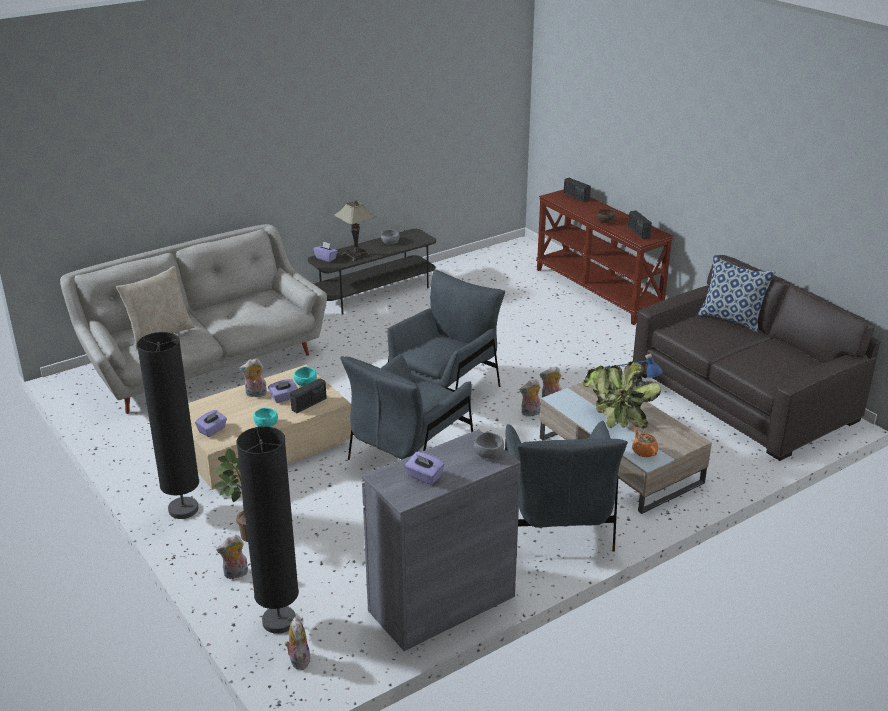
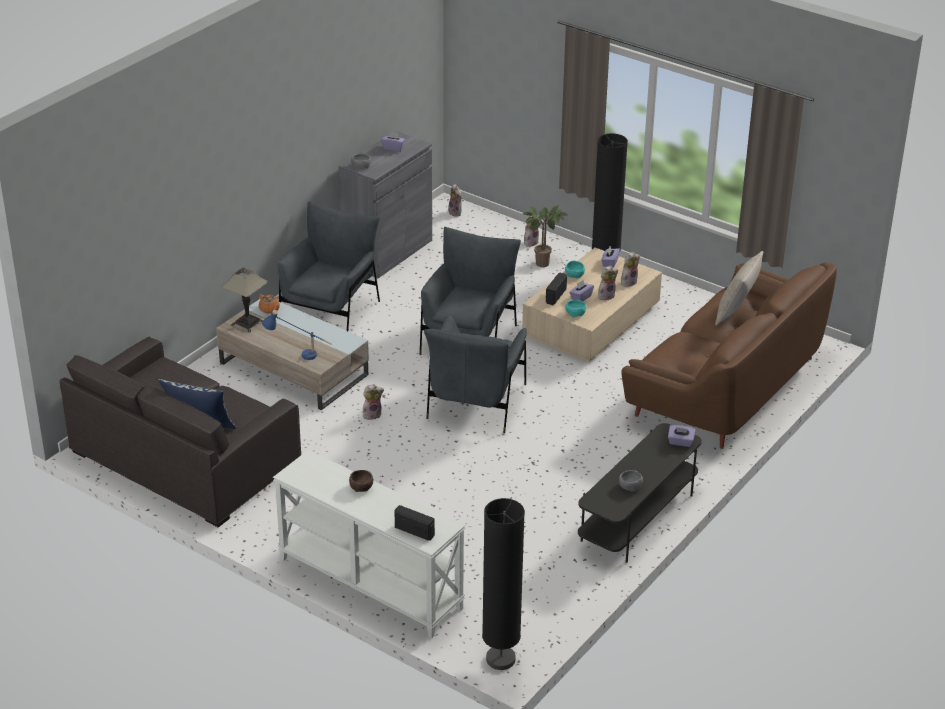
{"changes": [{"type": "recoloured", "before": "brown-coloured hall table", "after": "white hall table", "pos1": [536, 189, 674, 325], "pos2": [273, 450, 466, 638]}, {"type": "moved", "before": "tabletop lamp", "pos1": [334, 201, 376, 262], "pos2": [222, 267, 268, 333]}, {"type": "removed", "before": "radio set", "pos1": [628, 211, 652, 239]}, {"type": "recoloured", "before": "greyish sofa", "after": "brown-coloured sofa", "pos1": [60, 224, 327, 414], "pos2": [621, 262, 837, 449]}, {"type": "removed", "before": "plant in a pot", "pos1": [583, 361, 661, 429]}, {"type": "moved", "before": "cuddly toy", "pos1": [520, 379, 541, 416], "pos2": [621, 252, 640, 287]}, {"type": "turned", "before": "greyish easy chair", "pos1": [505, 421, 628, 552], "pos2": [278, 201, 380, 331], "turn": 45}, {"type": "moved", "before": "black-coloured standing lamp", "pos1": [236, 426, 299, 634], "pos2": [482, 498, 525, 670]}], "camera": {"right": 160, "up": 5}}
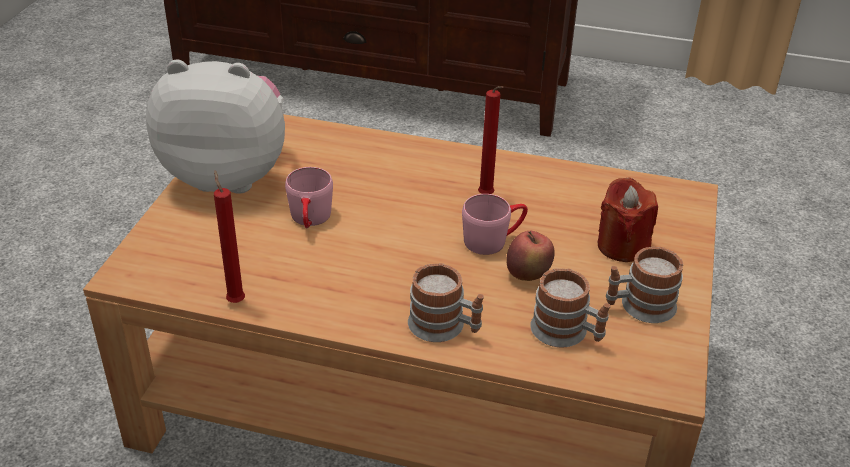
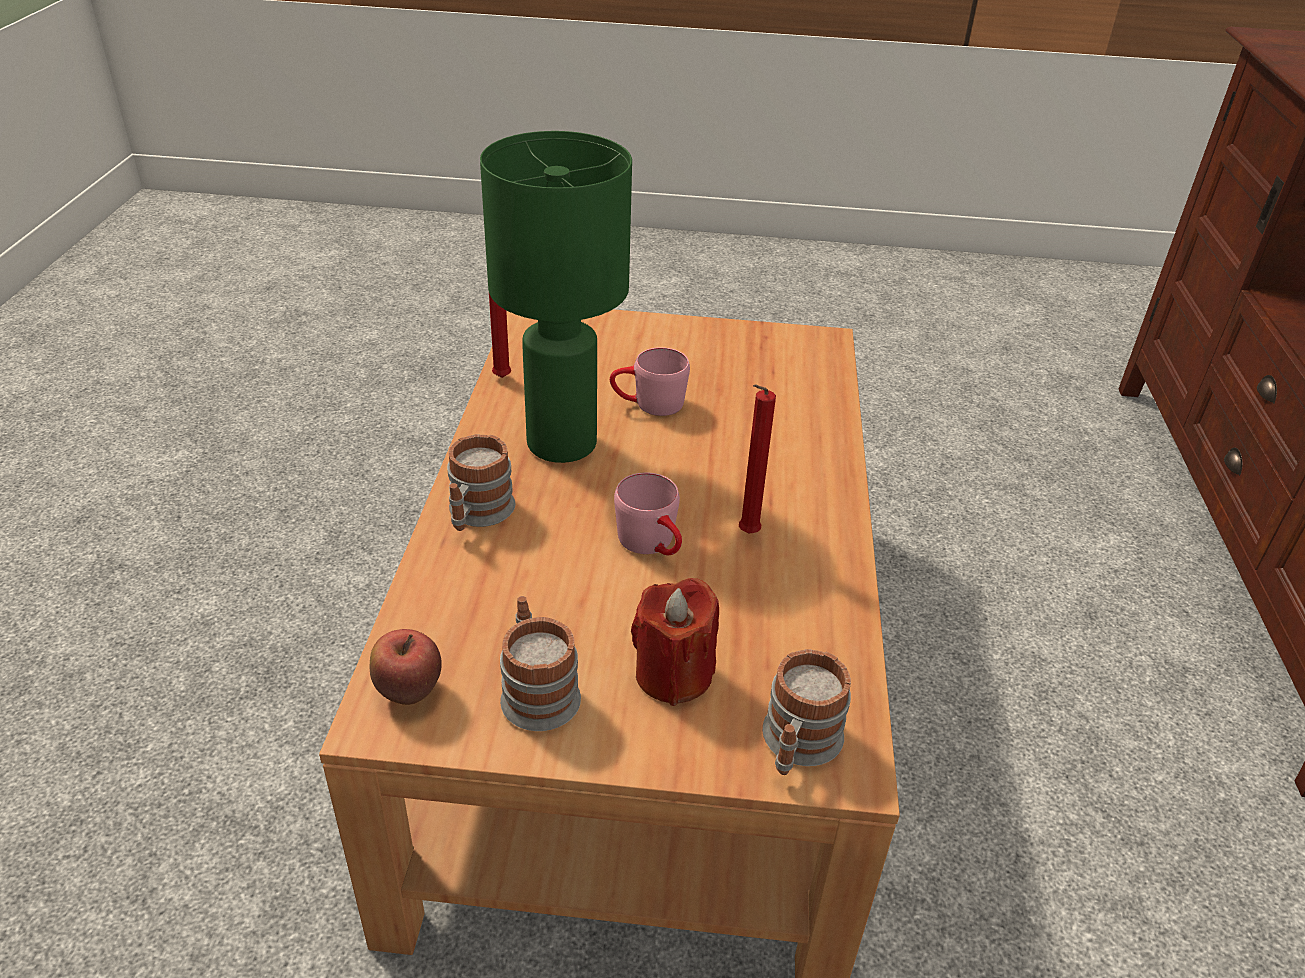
{"changes": [{"type": "removed", "before": "cuddly toy", "pos1": [146, 60, 285, 194]}, {"type": "moved", "before": "apple fruit", "pos1": [506, 231, 555, 281], "pos2": [370, 629, 442, 705]}, {"type": "moved", "before": "tea mug", "pos1": [530, 268, 610, 348], "pos2": [762, 649, 851, 775]}, {"type": "added", "after": "greenish tabletop lamp", "pos2": [480, 131, 632, 463]}], "camera": {"right": 80, "up": 0}}
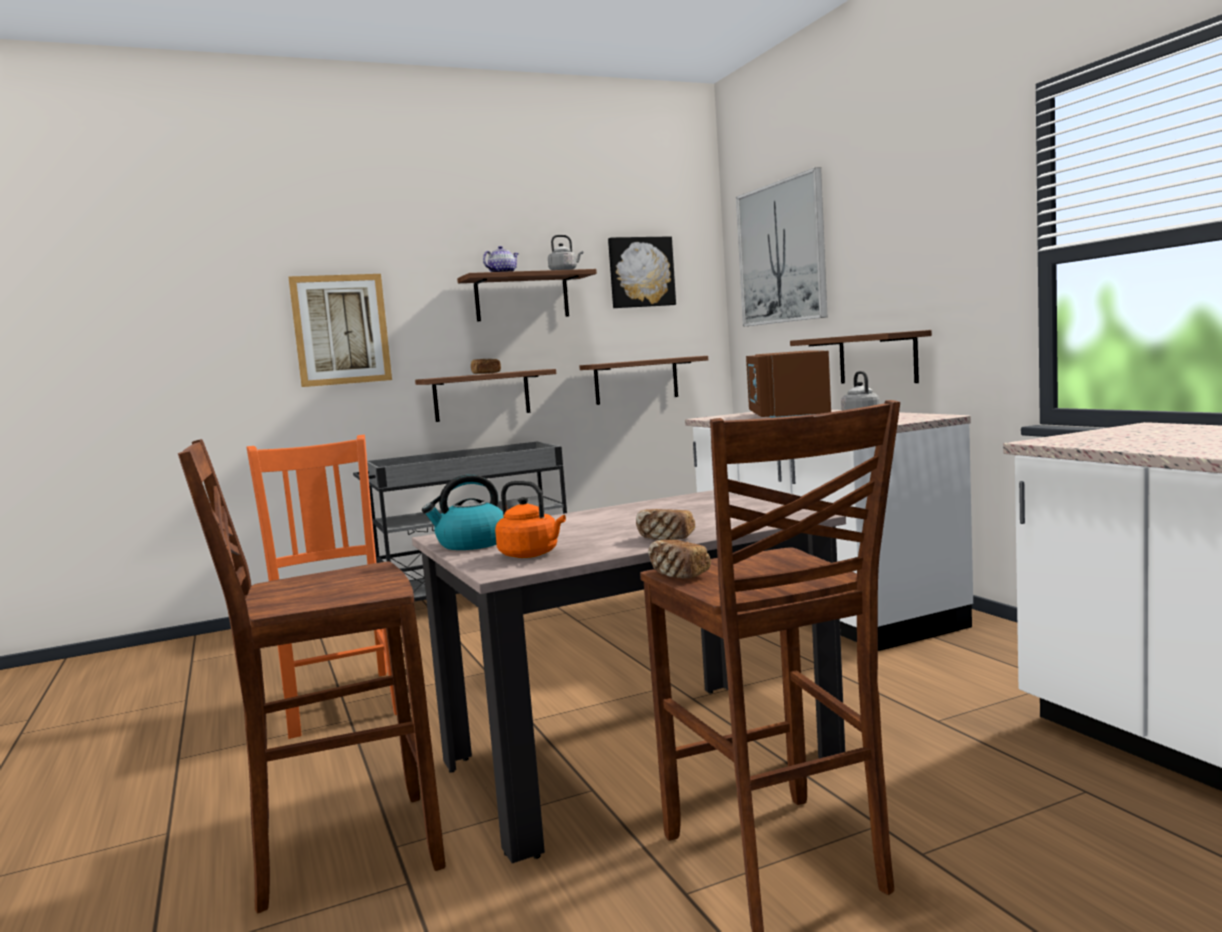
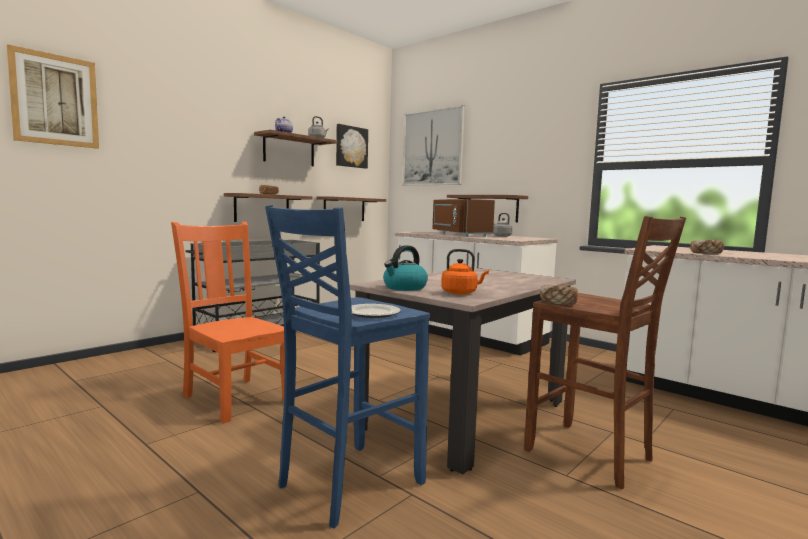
{"changes": [{"type": "moved", "before": "wall art", "pos1": [288, 274, 392, 387], "pos2": [7, 44, 99, 149]}, {"type": "recoloured", "before": "brown-coloured stool", "after": "blue-coloured stool", "pos1": [178, 439, 445, 913], "pos2": [265, 205, 430, 528]}, {"type": "moved", "before": "baked bread", "pos1": [636, 509, 695, 540], "pos2": [690, 240, 724, 254]}, {"type": "added", "after": "flat dish", "pos2": [351, 304, 401, 318]}], "camera": {"right": -25, "up": 0}}
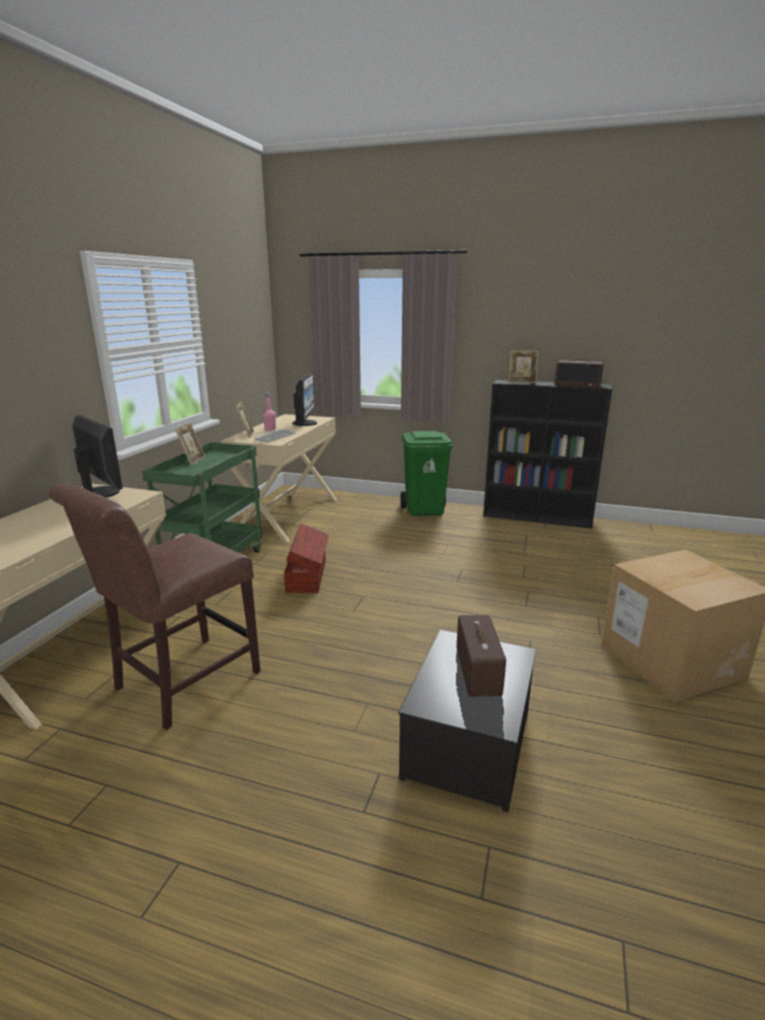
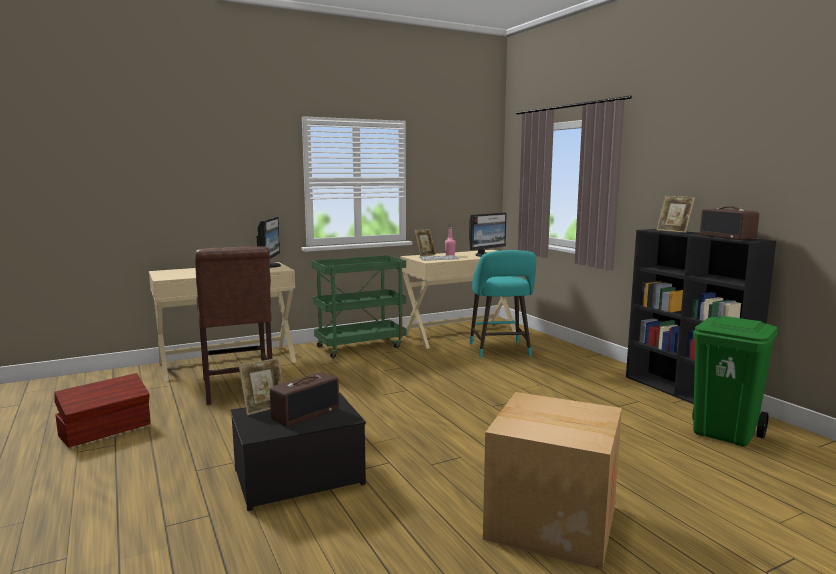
{"changes": [{"type": "moved", "before": "standing frame", "pos1": [175, 422, 205, 466], "pos2": [239, 358, 283, 415]}, {"type": "moved", "before": "greenish rubbish bin", "pos1": [401, 431, 452, 516], "pos2": [692, 316, 778, 447]}, {"type": "turned", "before": "brown-coloured chair", "pos1": [49, 484, 261, 730], "pos2": [195, 246, 272, 405], "turn": -105}, {"type": "moved", "before": "brown-coloured storage bin", "pos1": [284, 524, 329, 593], "pos2": [54, 373, 151, 448]}, {"type": "added", "after": "blue-green stool", "pos2": [470, 250, 536, 358]}], "camera": {"right": 45, "up": -10}}
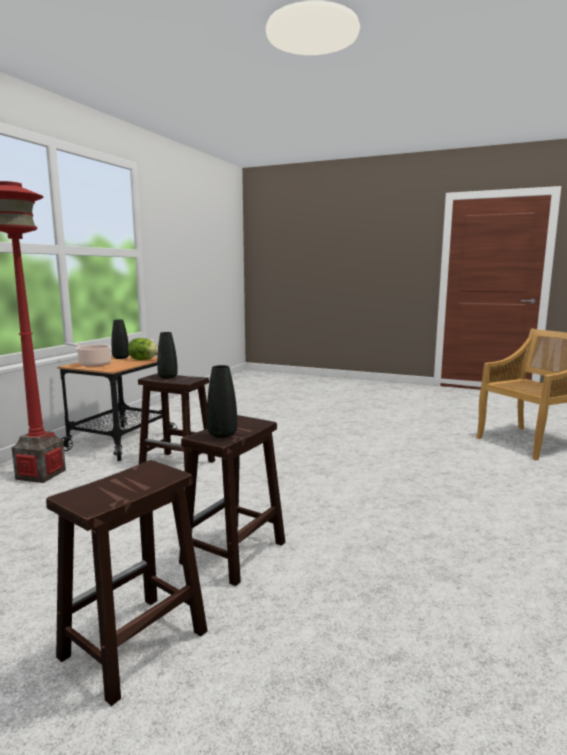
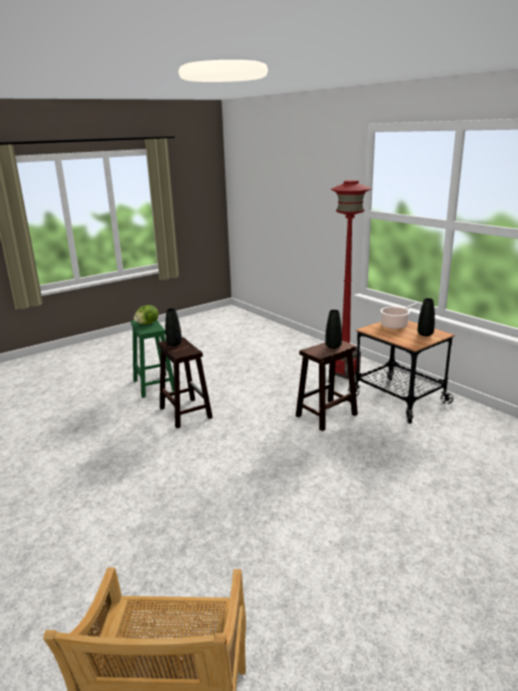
{"changes": [{"type": "moved", "before": "lettuce", "pos1": [128, 338, 158, 360], "pos2": [134, 305, 158, 324]}, {"type": "recoloured", "before": "brown-coloured stool", "after": "greenish stool", "pos1": [46, 460, 208, 706], "pos2": [131, 320, 174, 398]}], "camera": {"right": 120, "up": 10}}
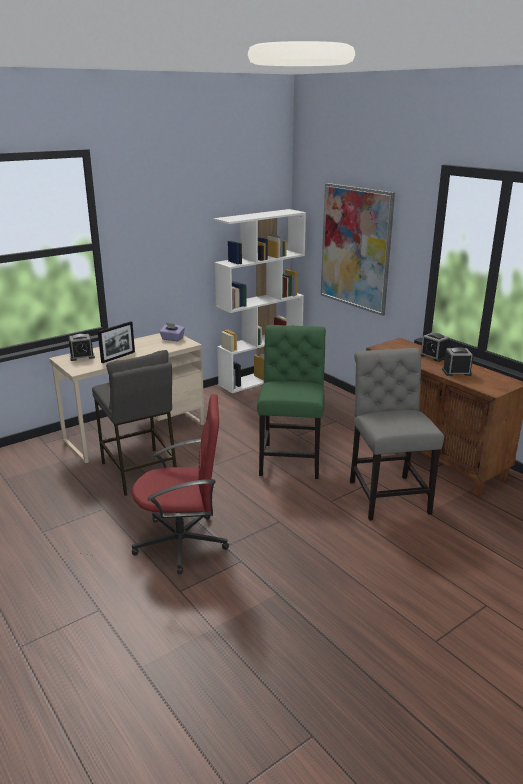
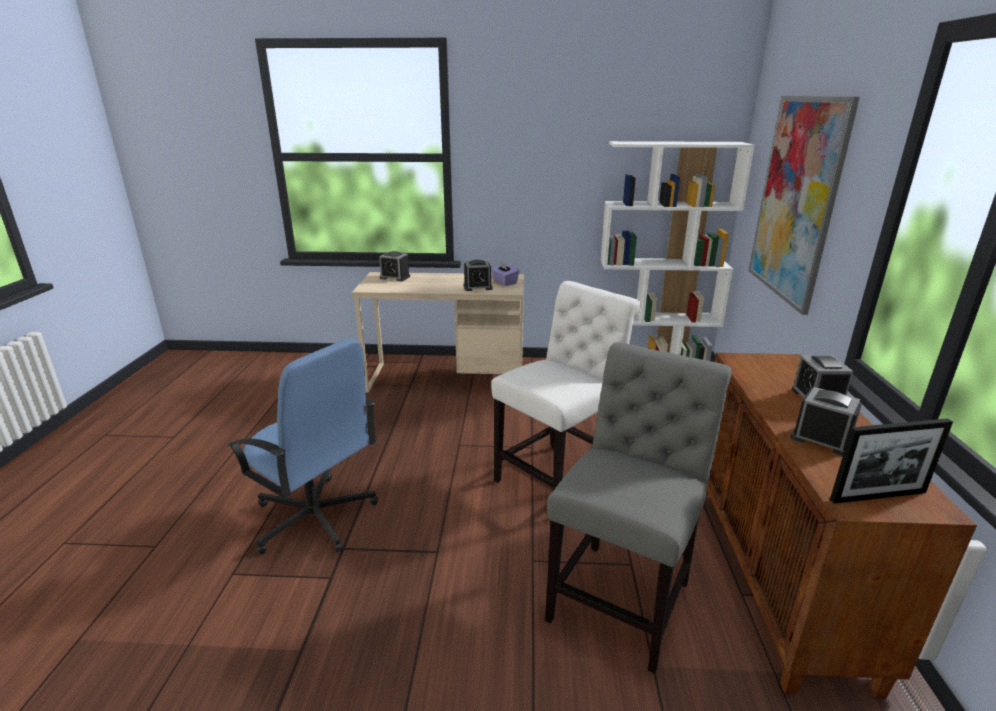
{"changes": [{"type": "moved", "before": "standing frame", "pos1": [98, 321, 135, 363], "pos2": [830, 418, 953, 503]}, {"type": "recoloured", "before": "greenish chair", "after": "white chair", "pos1": [257, 325, 326, 479], "pos2": [491, 281, 641, 490]}, {"type": "removed", "before": "greyish stool", "pos1": [92, 350, 177, 496]}, {"type": "recoloured", "before": "reddish computer chair", "after": "blue-coloured computer chair", "pos1": [132, 394, 229, 574], "pos2": [227, 339, 378, 554]}, {"type": "added", "after": "table clock", "pos2": [463, 260, 493, 291]}], "camera": {"right": 40, "up": 0}}
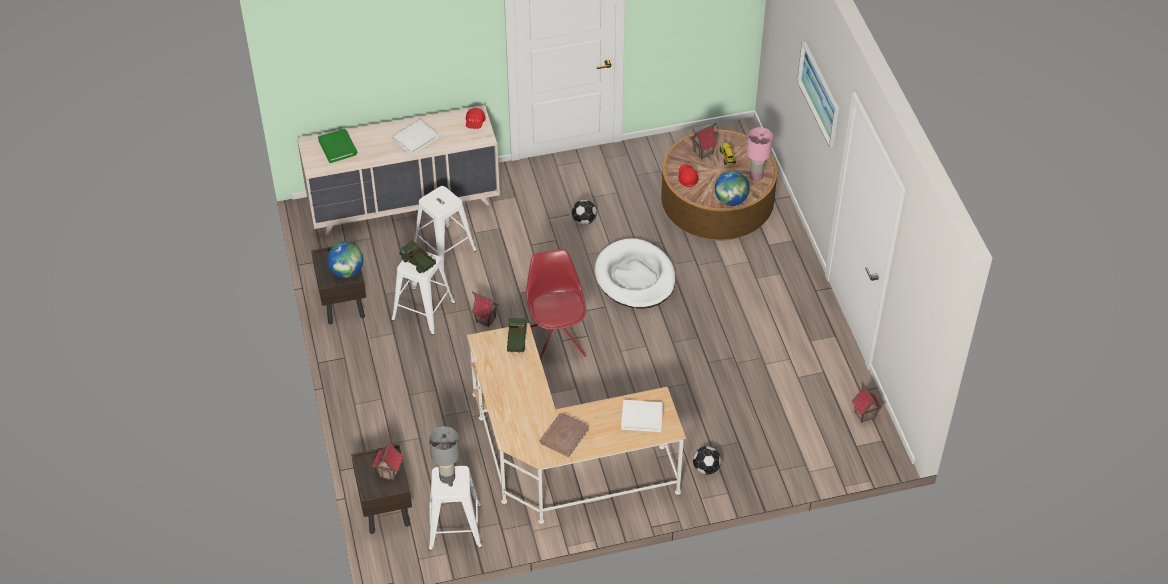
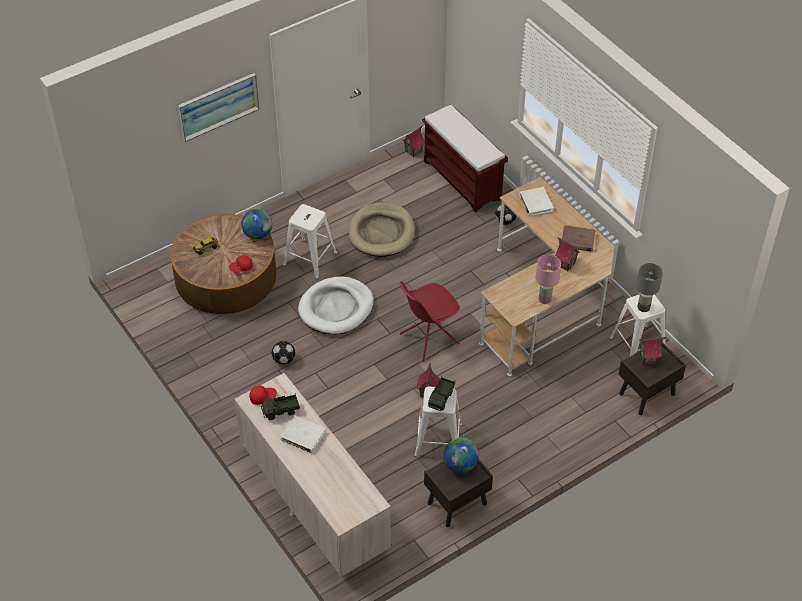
{"changes": [{"type": "moved", "before": "model house", "pos1": [691, 123, 717, 159], "pos2": [555, 237, 580, 272]}, {"type": "moved", "before": "pink tabletop lamp", "pos1": [746, 127, 773, 181], "pos2": [536, 254, 561, 304]}, {"type": "removed", "before": "greenish bound book", "pos1": [318, 129, 357, 163]}, {"type": "moved", "before": "white stool", "pos1": [414, 186, 477, 269], "pos2": [283, 204, 337, 279]}, {"type": "moved", "before": "toy lorry", "pos1": [507, 318, 527, 353], "pos2": [261, 393, 300, 420]}, {"type": "added", "after": "brown-coloured indoor bench", "pos2": [422, 104, 508, 213]}, {"type": "added", "after": "beige-coloured dog bed", "pos2": [348, 203, 415, 257]}], "camera": {"right": -110, "up": 0}}
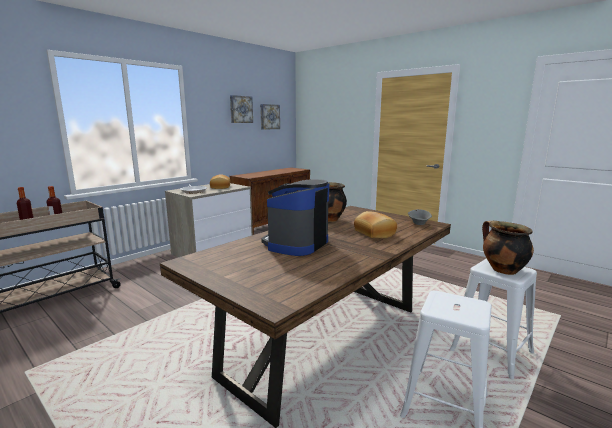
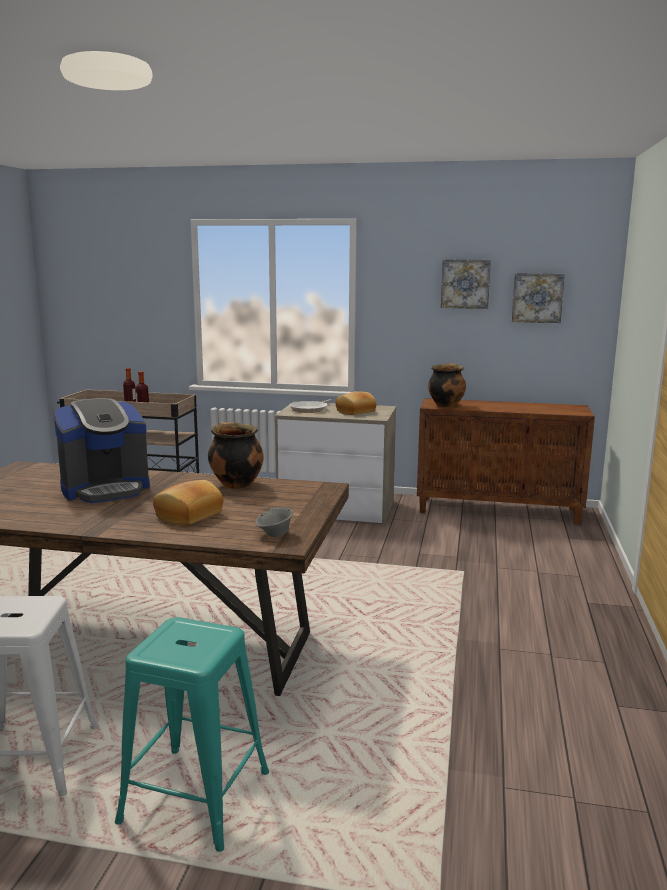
{"changes": [{"type": "turned", "before": "coffee maker", "pos1": [262, 179, 329, 256], "pos2": [54, 398, 150, 503], "turn": 150}, {"type": "moved", "before": "saucepot", "pos1": [482, 221, 534, 275], "pos2": [428, 363, 466, 408]}, {"type": "recoloured", "before": "white stool", "after": "blue-green stool", "pos1": [450, 258, 537, 379], "pos2": [115, 617, 269, 852]}], "camera": {"right": 60, "up": 0}}
